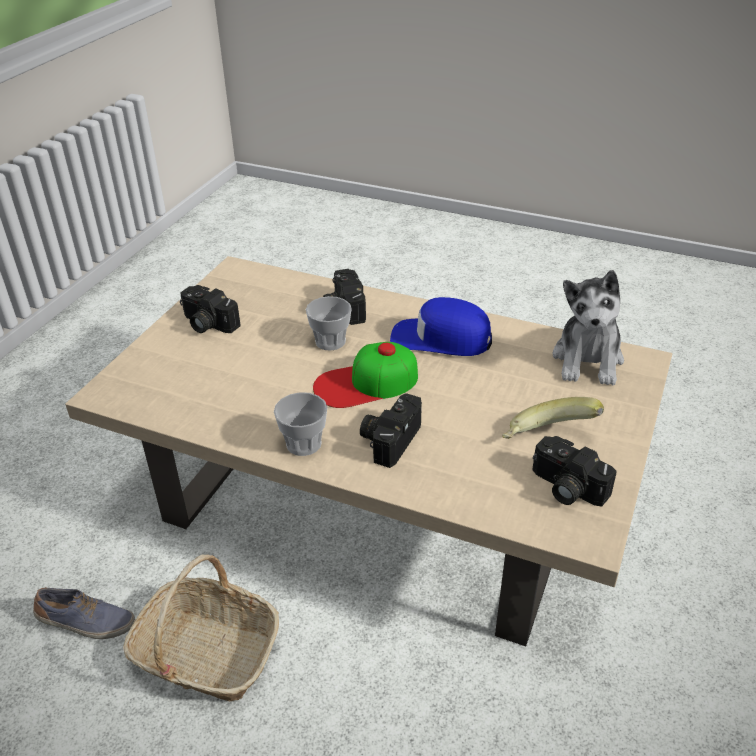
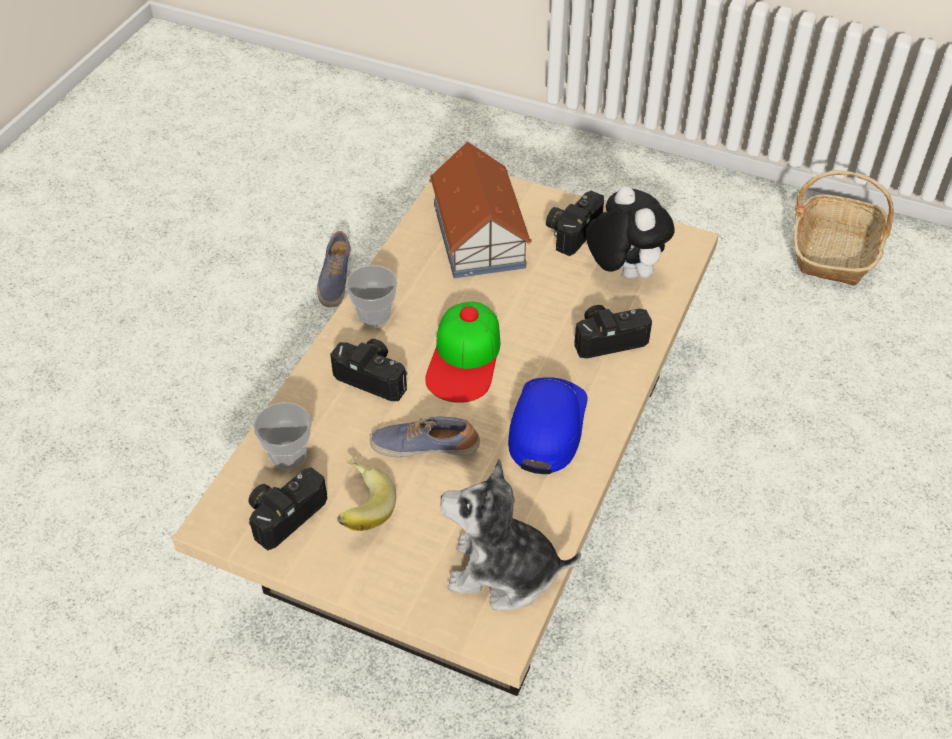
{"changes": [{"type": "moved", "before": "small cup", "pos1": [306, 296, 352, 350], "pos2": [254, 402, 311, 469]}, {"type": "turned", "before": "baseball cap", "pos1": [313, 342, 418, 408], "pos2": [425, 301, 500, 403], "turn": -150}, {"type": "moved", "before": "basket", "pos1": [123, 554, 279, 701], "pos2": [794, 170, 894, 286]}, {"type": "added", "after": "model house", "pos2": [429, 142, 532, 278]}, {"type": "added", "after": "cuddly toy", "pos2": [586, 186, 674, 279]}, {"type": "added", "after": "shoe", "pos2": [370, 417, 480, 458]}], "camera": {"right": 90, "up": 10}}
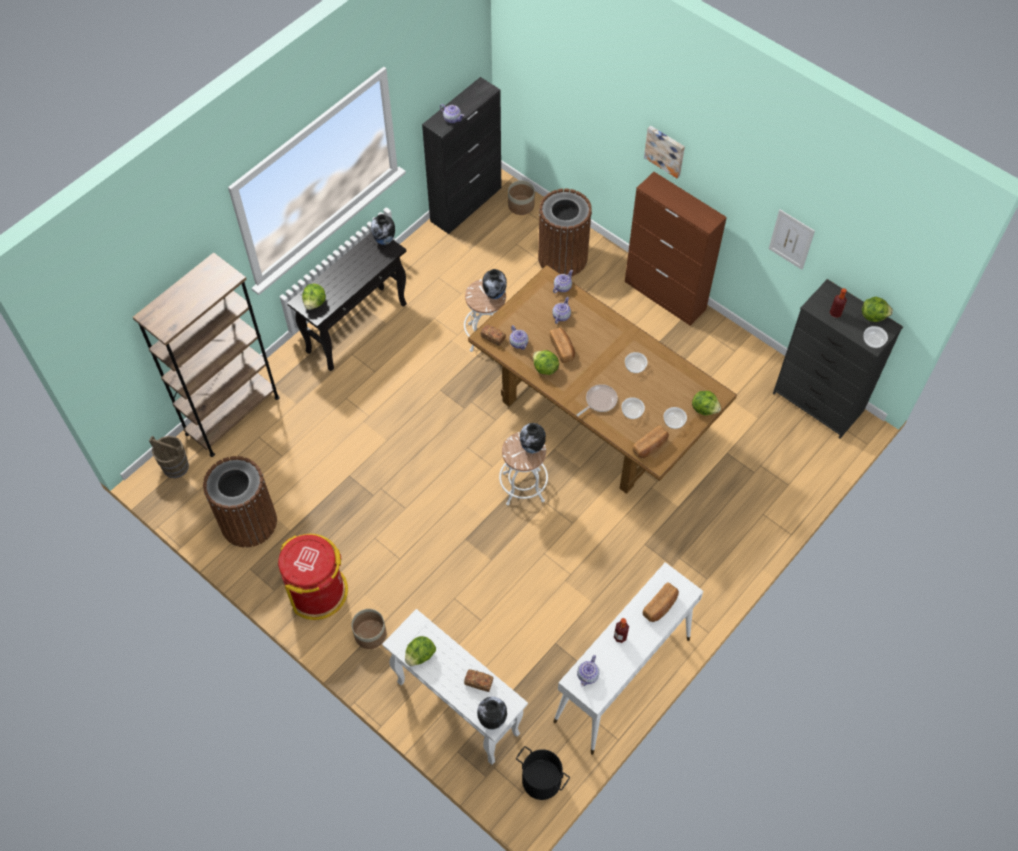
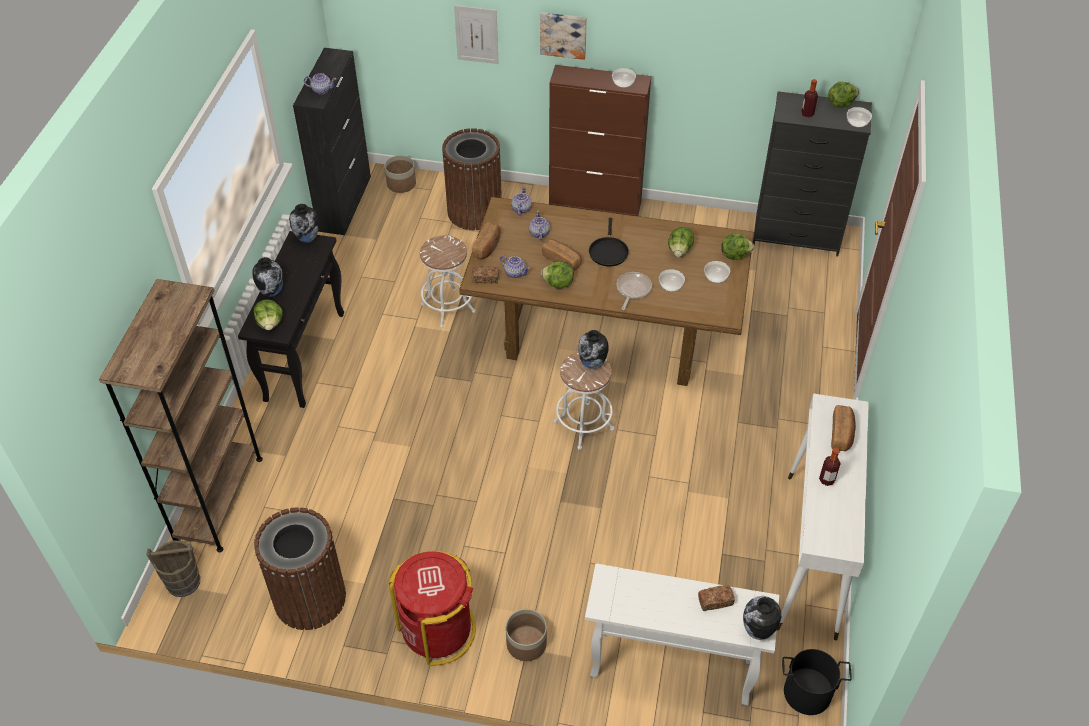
{"changes": [{"type": "moved", "before": "wall art", "pos1": [769, 210, 815, 270], "pos2": [454, 5, 498, 64]}, {"type": "moved", "before": "vase", "pos1": [483, 269, 507, 299], "pos2": [252, 257, 283, 297]}, {"type": "moved", "before": "serving bowl", "pos1": [625, 352, 648, 373], "pos2": [612, 68, 636, 88]}, {"type": "moved", "before": "baked bread", "pos1": [633, 426, 669, 458], "pos2": [472, 222, 500, 259]}, {"type": "moved", "before": "lettuce", "pos1": [405, 636, 436, 666], "pos2": [668, 227, 694, 257]}, {"type": "removed", "before": "tea pot", "pos1": [577, 655, 600, 686]}, {"type": "added", "after": "black-coloured skillet", "pos2": [589, 218, 629, 267]}], "camera": {"right": -30, "up": -10}}
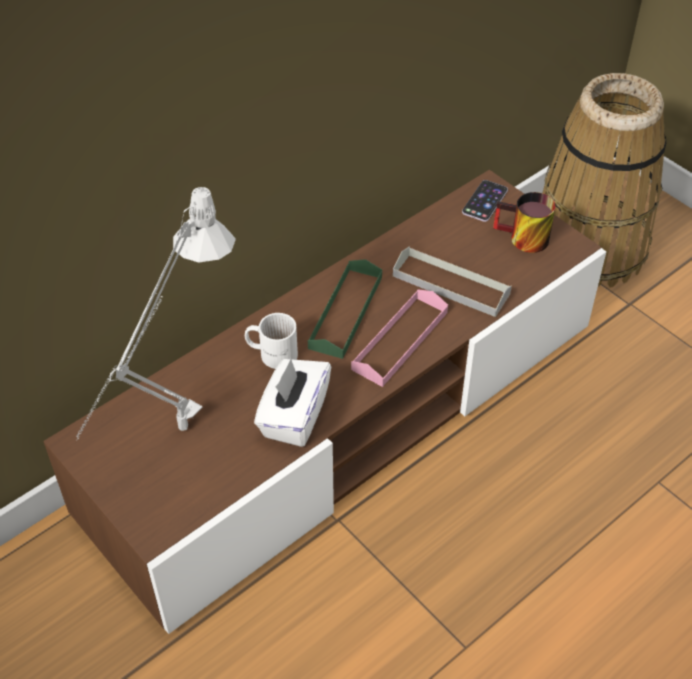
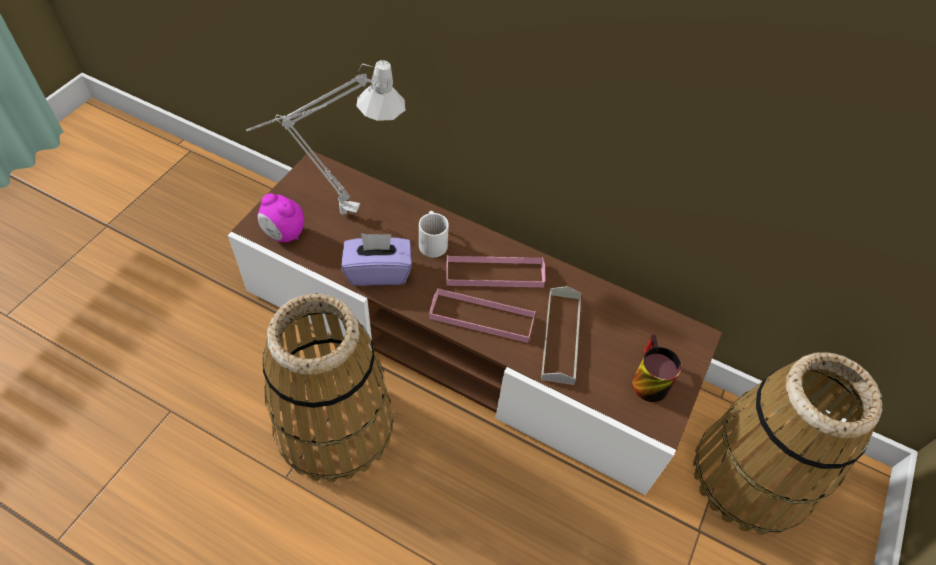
{"changes": [{"type": "removed", "before": "handset", "pos1": [462, 180, 508, 222]}, {"type": "recoloured", "before": "greenish serving tray", "after": "pink serving tray", "pos1": [308, 259, 382, 359], "pos2": [446, 255, 545, 287]}, {"type": "recoloured", "before": "white tissue box", "after": "purplish tissue box", "pos1": [254, 359, 331, 447], "pos2": [341, 233, 412, 286]}, {"type": "added", "after": "table clock", "pos2": [258, 193, 304, 242]}, {"type": "added", "after": "basket", "pos2": [263, 293, 393, 482]}], "camera": {"right": 65, "up": 5}}
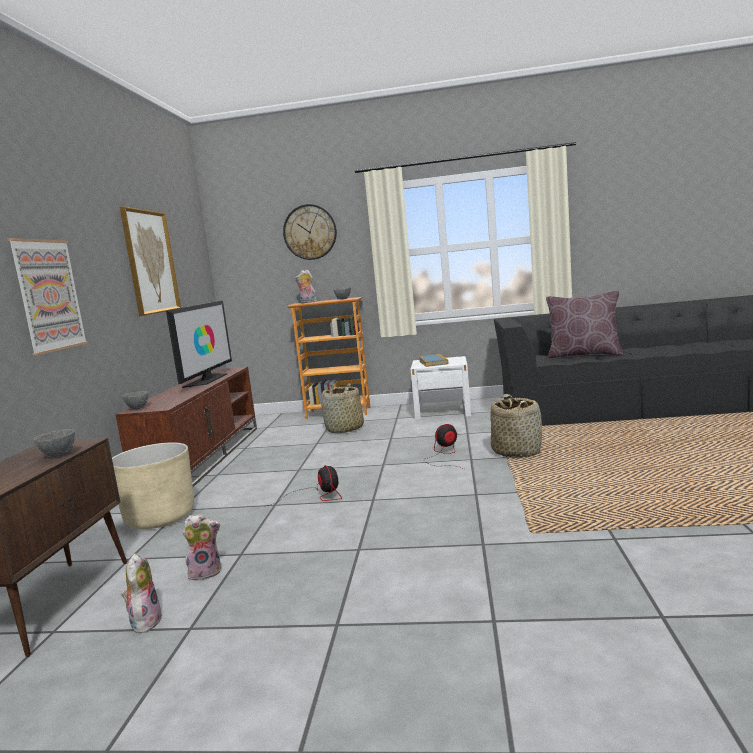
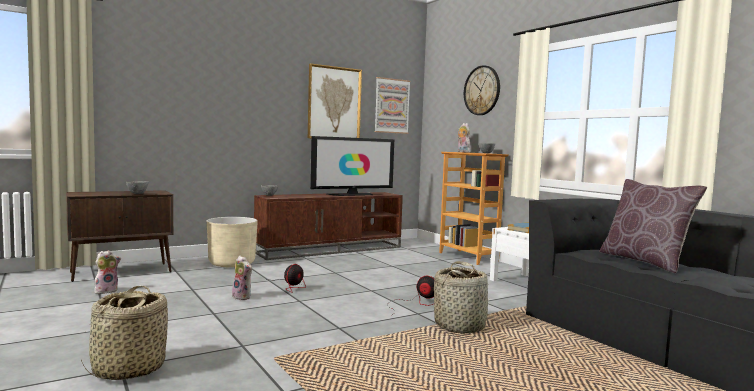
{"changes": [{"type": "moved", "before": "wall art", "pos1": [8, 238, 88, 356], "pos2": [374, 77, 411, 134]}, {"type": "moved", "before": "basket", "pos1": [321, 383, 364, 433], "pos2": [81, 286, 168, 380]}, {"type": "moved", "before": "cuddly toy", "pos1": [183, 514, 221, 580], "pos2": [232, 256, 252, 300]}], "camera": {"right": 50, "up": -5}}
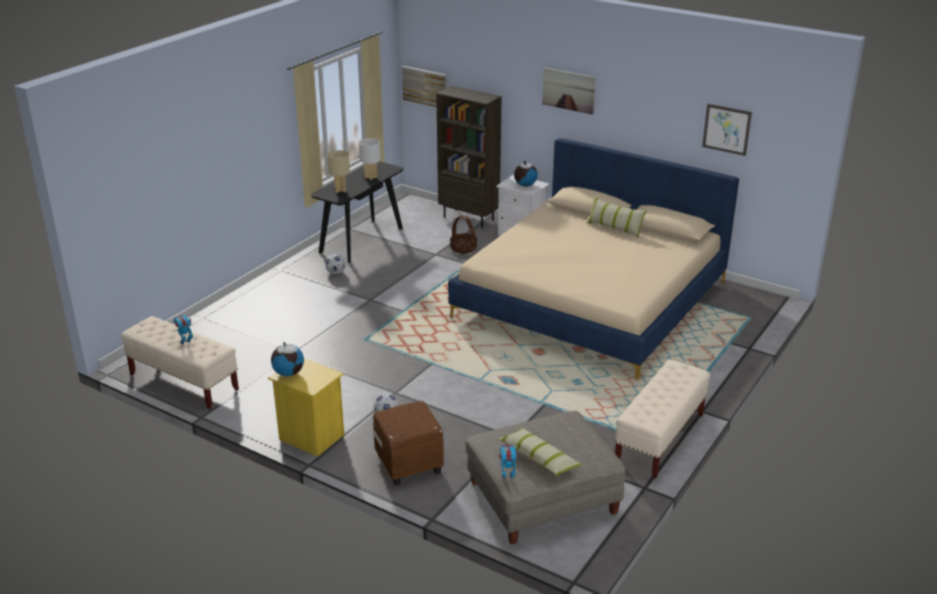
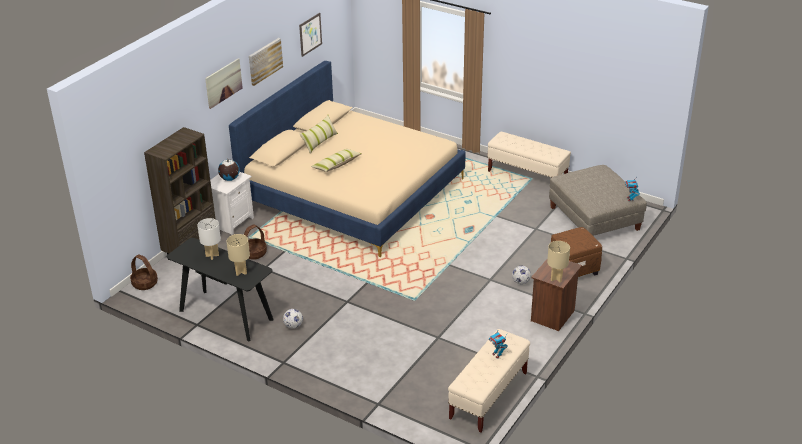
{"changes": [{"type": "moved", "before": "wall art", "pos1": [402, 66, 447, 107], "pos2": [249, 38, 283, 86]}, {"type": "replaced", "before": "globe", "after": "beige-coloured tabletop lamp", "pos1": [271, 342, 304, 376], "pos2": [547, 241, 570, 282]}, {"type": "recoloured", "before": "yellow-coloured night table", "after": "brown-coloured night table", "pos1": [268, 358, 344, 457], "pos2": [531, 258, 582, 331]}, {"type": "moved", "before": "throw pillow", "pos1": [497, 428, 582, 477], "pos2": [311, 149, 362, 172]}, {"type": "added", "after": "basket", "pos2": [130, 254, 158, 290]}], "camera": {"right": -90, "up": 5}}
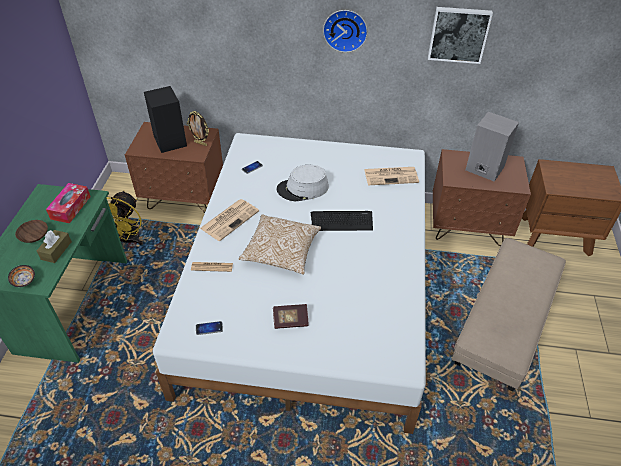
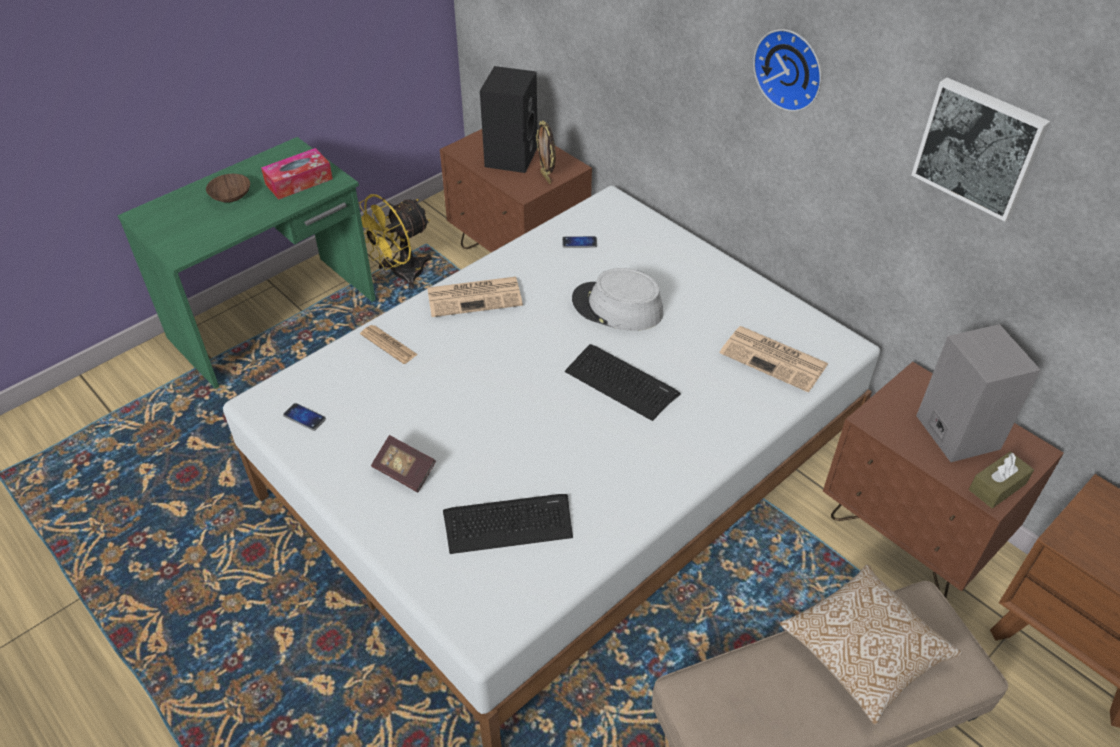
{"changes": [{"type": "moved", "before": "throw pillow", "pos1": [239, 214, 321, 275], "pos2": [780, 565, 962, 725]}, {"type": "moved", "before": "brown-coloured tissue box", "pos1": [37, 230, 72, 263], "pos2": [969, 451, 1034, 509]}, {"type": "removed", "before": "serving bowl", "pos1": [8, 265, 35, 287]}, {"type": "added", "after": "keyboard", "pos2": [443, 494, 573, 554]}], "camera": {"right": 40, "up": 0}}
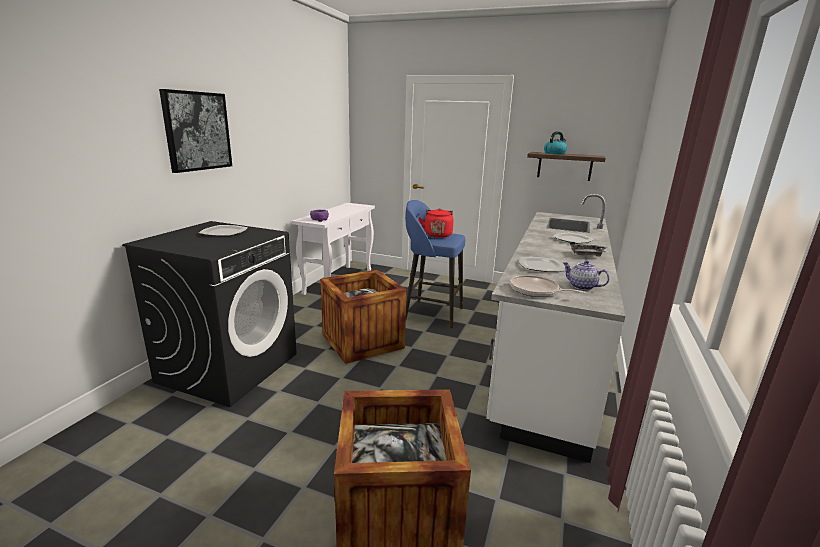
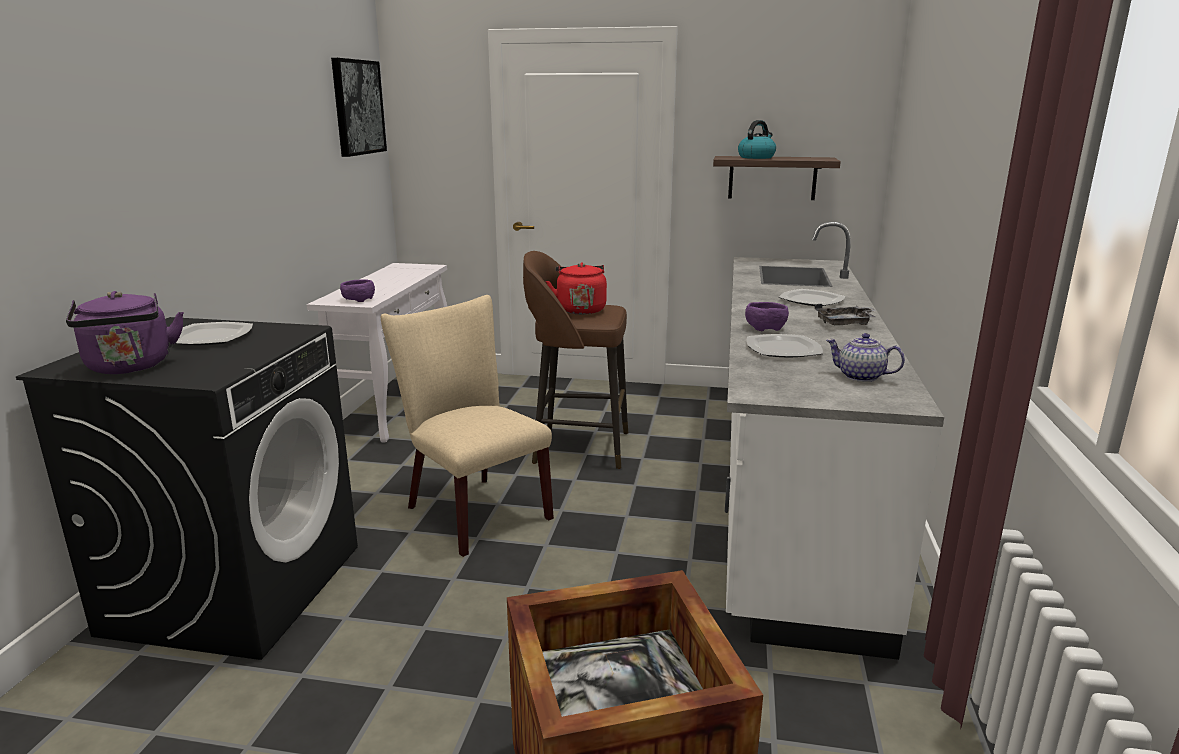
{"changes": [{"type": "moved", "before": "wall art", "pos1": [159, 89, 232, 173], "pos2": [331, 58, 387, 157]}, {"type": "recoloured", "before": "blue-coloured stool", "after": "brown-coloured stool", "pos1": [405, 200, 465, 328], "pos2": [523, 251, 628, 469]}, {"type": "replaced", "before": "packing crate", "after": "beige-coloured chair", "pos1": [320, 270, 407, 364], "pos2": [381, 295, 554, 557]}, {"type": "removed", "before": "skillet", "pos1": [510, 275, 586, 297]}, {"type": "added", "after": "purplish tea kettle", "pos2": [66, 291, 184, 374]}, {"type": "added", "after": "purplish serving bowl", "pos2": [745, 302, 789, 331]}], "camera": {"right": -10, "up": 0}}
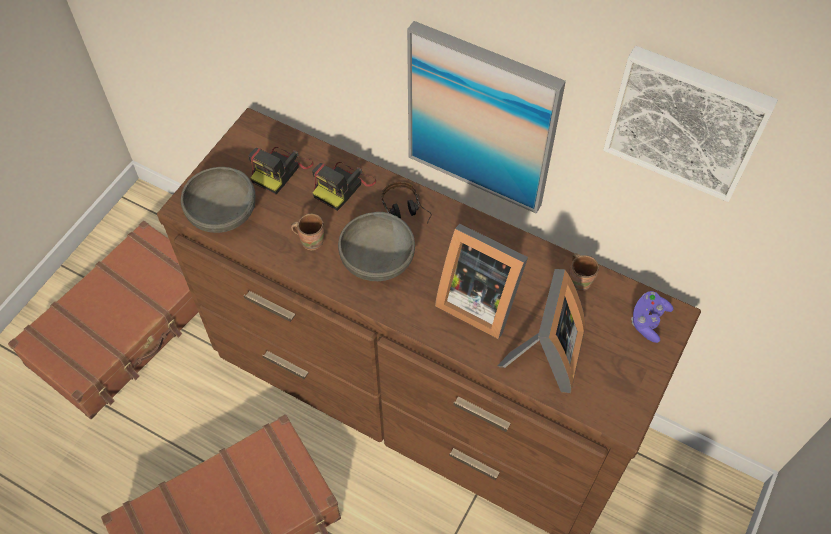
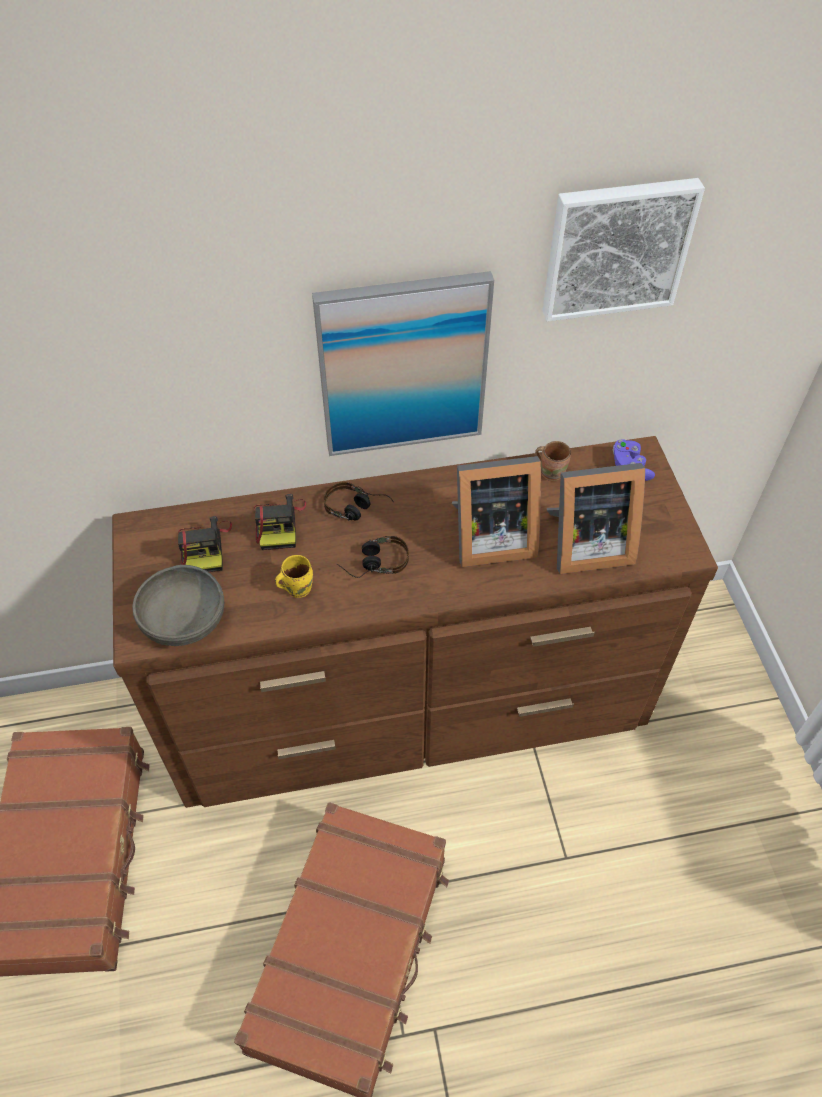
{"changes": [{"type": "replaced", "before": "greyish serving bowl", "after": "pair of headphones", "pos1": [338, 212, 415, 281], "pos2": [336, 536, 409, 578]}, {"type": "recoloured", "before": "brown-coloured tea mug", "after": "yellow-coloured tea mug", "pos1": [291, 214, 325, 251], "pos2": [275, 555, 313, 598]}, {"type": "turned", "before": "standing frame", "pos1": [497, 269, 585, 393], "pos2": [547, 463, 645, 574], "turn": 105}], "camera": {"right": -40, "up": -5}}
